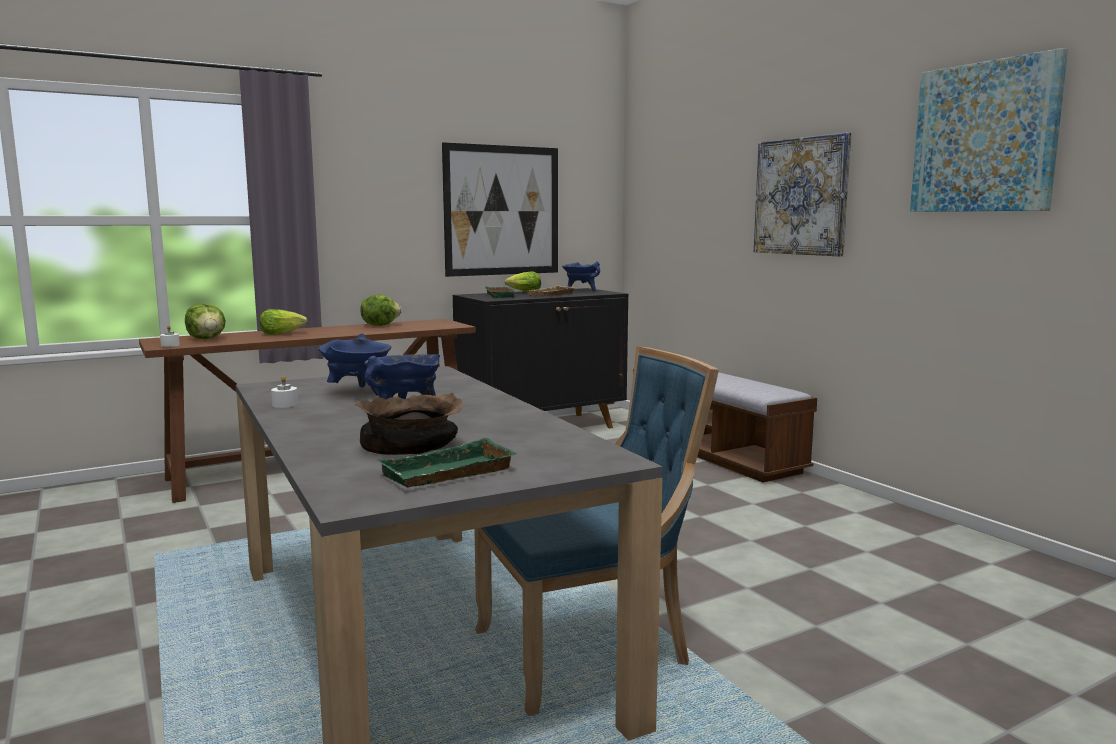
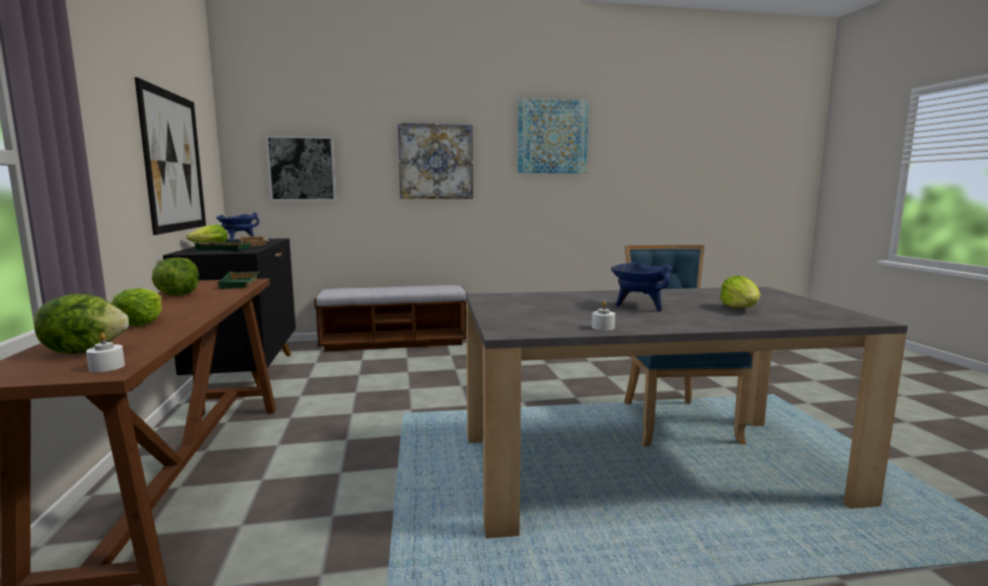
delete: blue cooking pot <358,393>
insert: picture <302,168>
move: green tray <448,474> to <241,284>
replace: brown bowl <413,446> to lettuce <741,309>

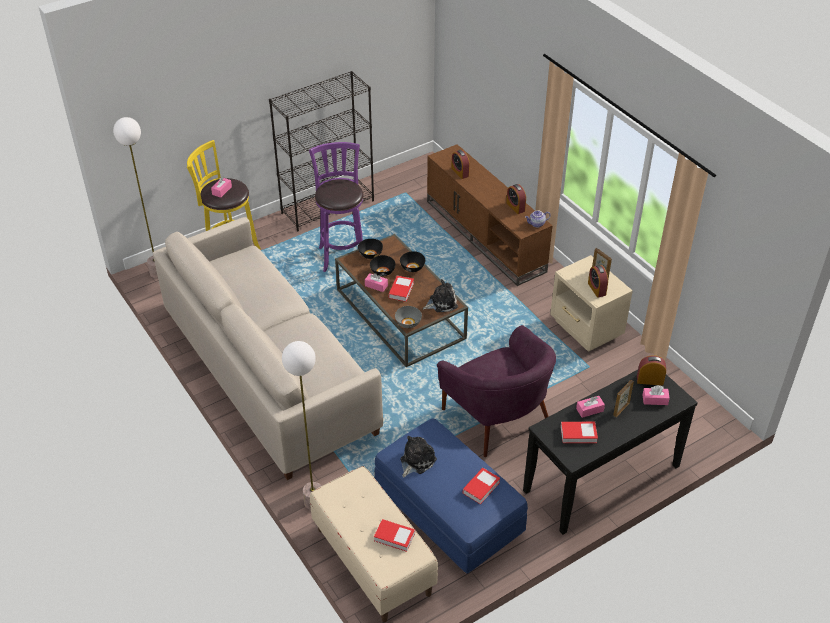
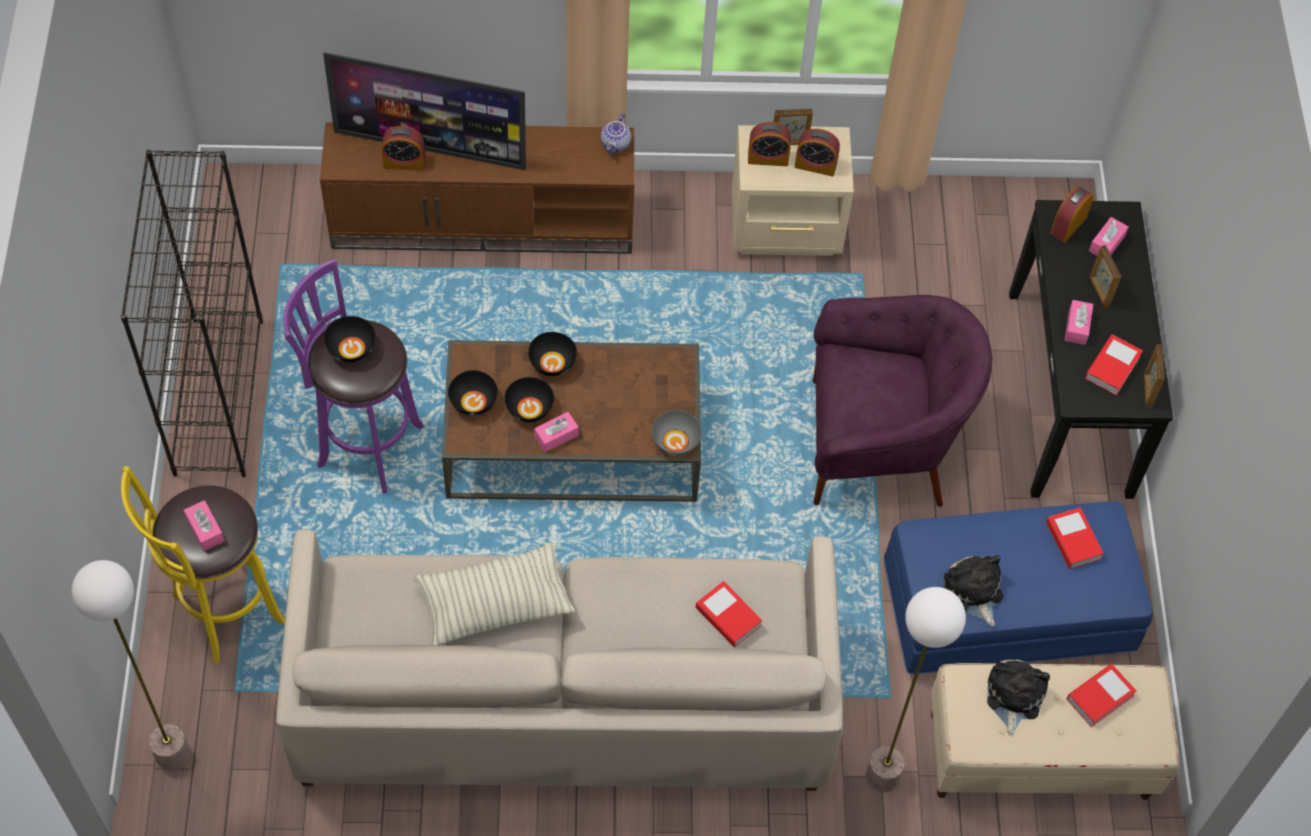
insert: television <431,148>; black bowl <351,349>; pillow <494,604>; picture frame <1147,390>
move: book <401,290> to <728,617>; alarm clock <515,207> to <768,158>; plush toy <441,303> to <1013,697>

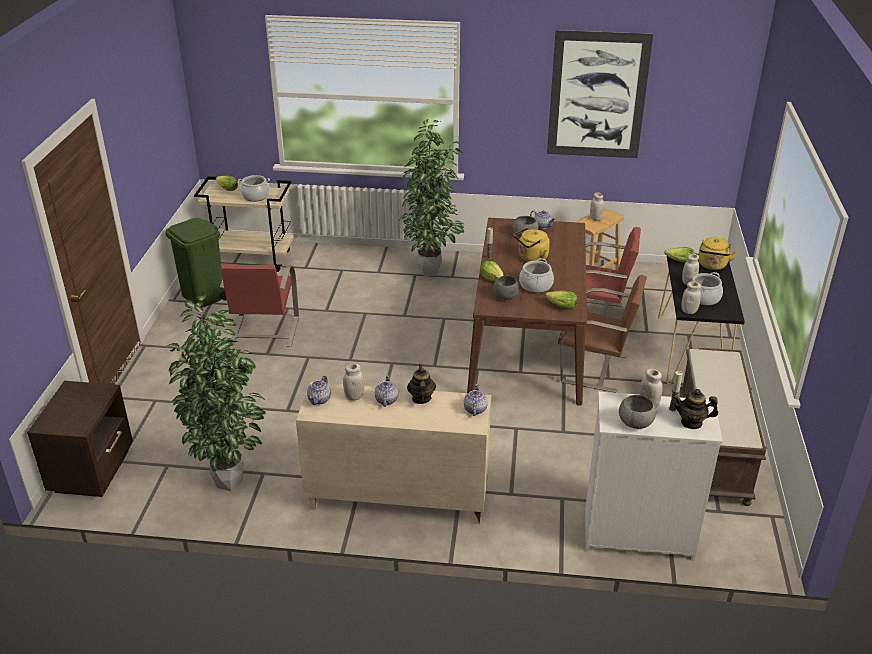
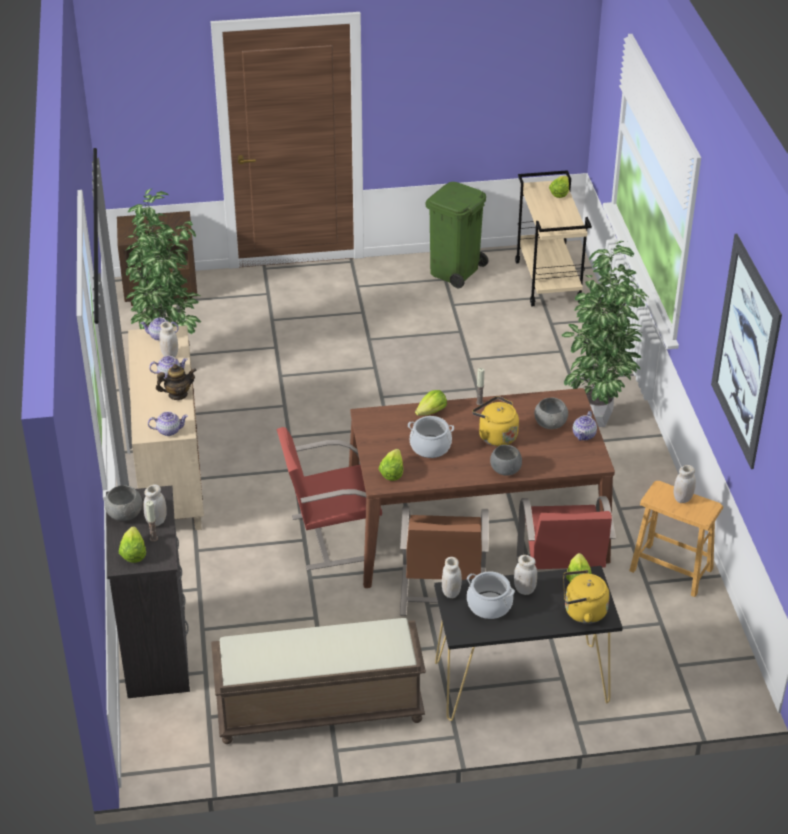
delete: cooking pot <255,196>
move: red chair <264,332> to <330,537>; grey bowl <505,297> to <505,470>
replace: teapot <691,422> to lettuce <133,553>
recolor: white dresser <637,534> to black dresser <157,651>

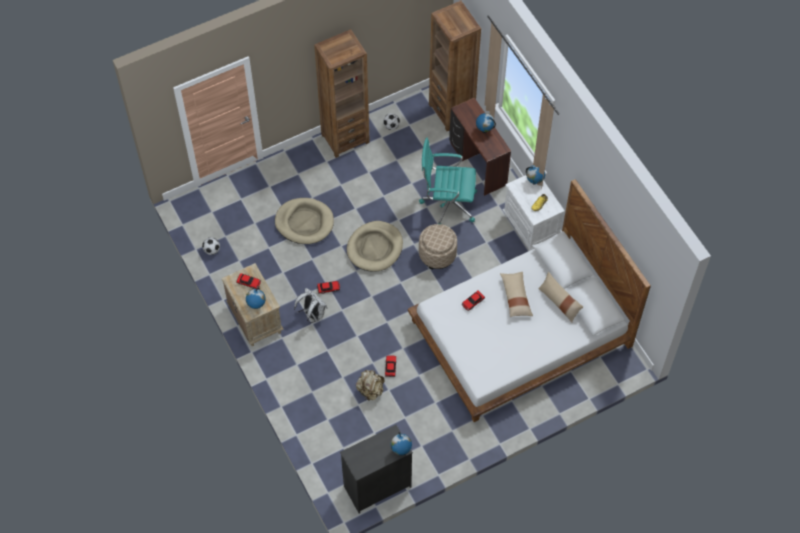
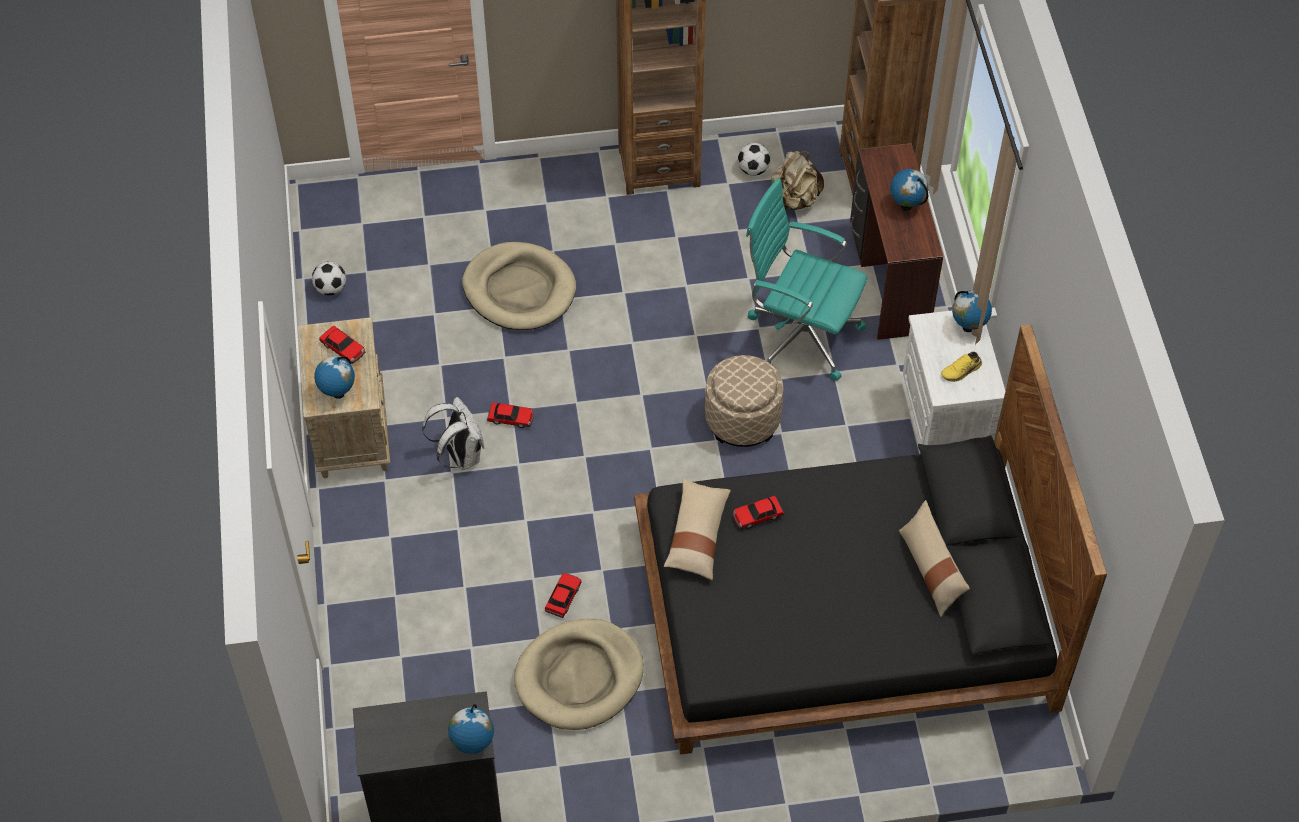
move: beige dog bed <375,248> to <579,677>; beige pillow <515,297> to <697,535>; beige backpack <370,390> to <795,199>
recolor: white bed <520,333> to black bed <842,613>

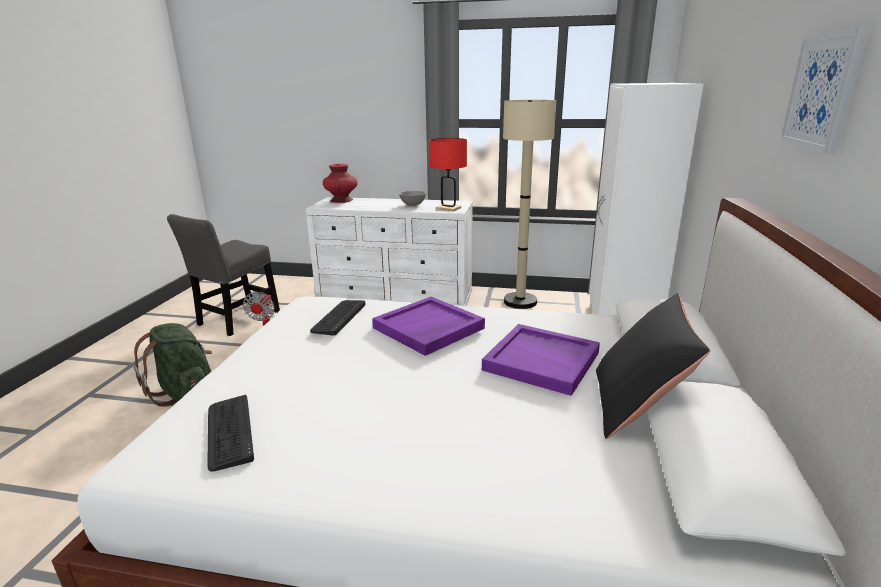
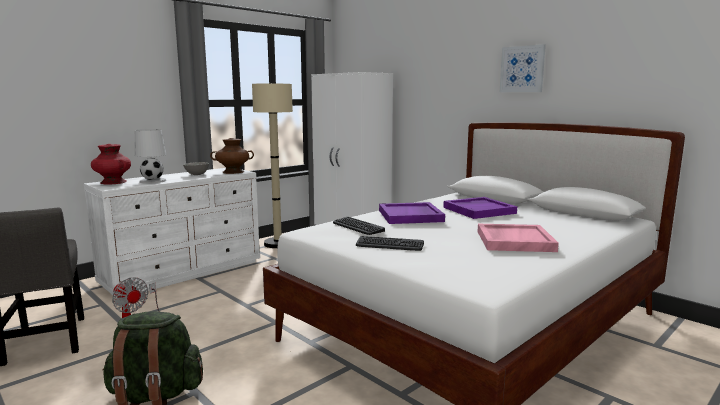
delete: black pillow <637,405>
insert: white table lamp <153,181>; pink tray <514,241>
move: keyboard <229,432> to <389,245>
replace: red table lamp <448,208> to brown vase <233,172>

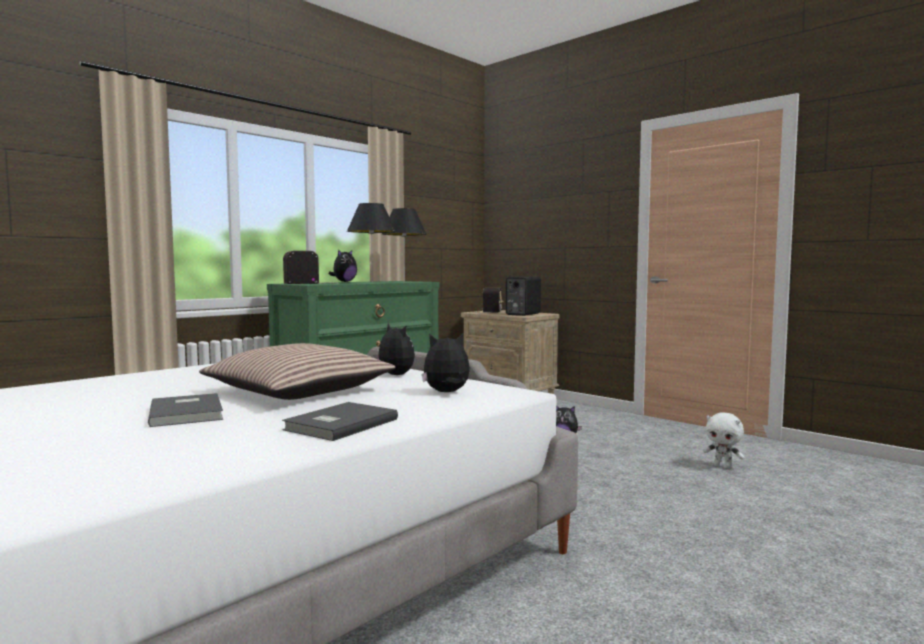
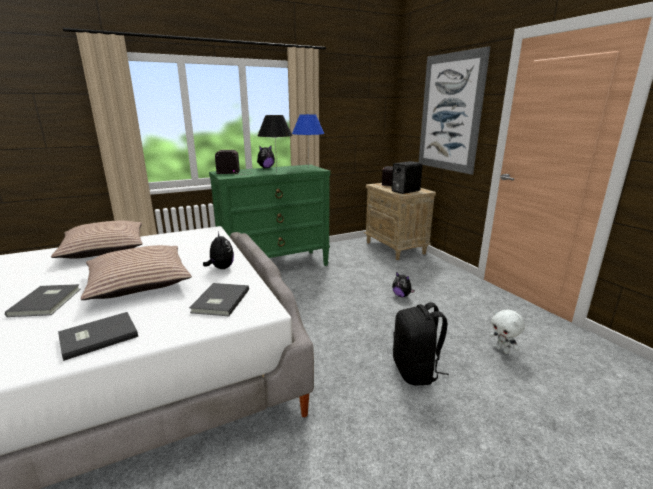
insert: pillow <104,249>; black backpack <416,371>; picture <450,113>
replace: plush toy <447,393> to grey book <219,301>
recolor: black table lamp <404,281> to blue table lamp <308,168>

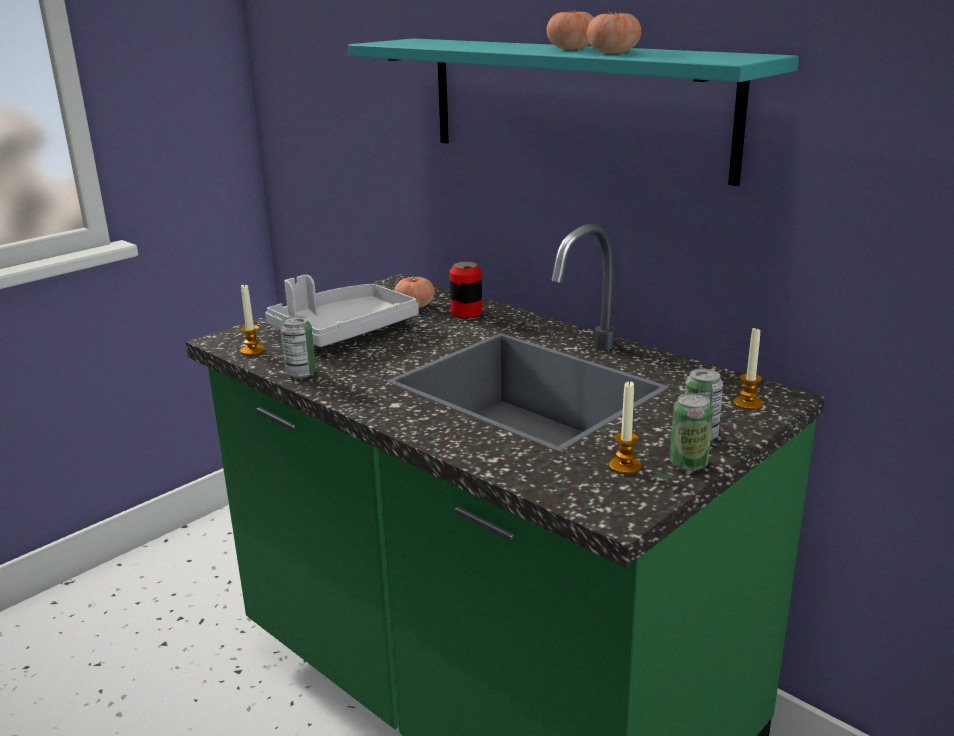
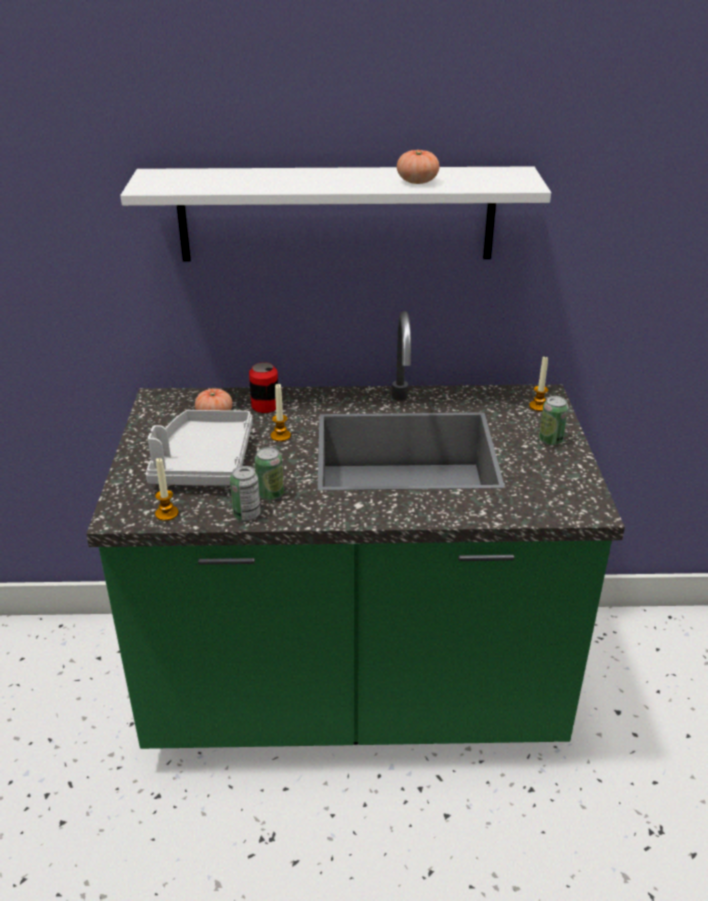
delete: tomato <571,48>
move: can <688,463> to <270,494>; candle <625,466> to <280,436>
recolor: turquoise shelf <573,104> to white shelf <336,214>

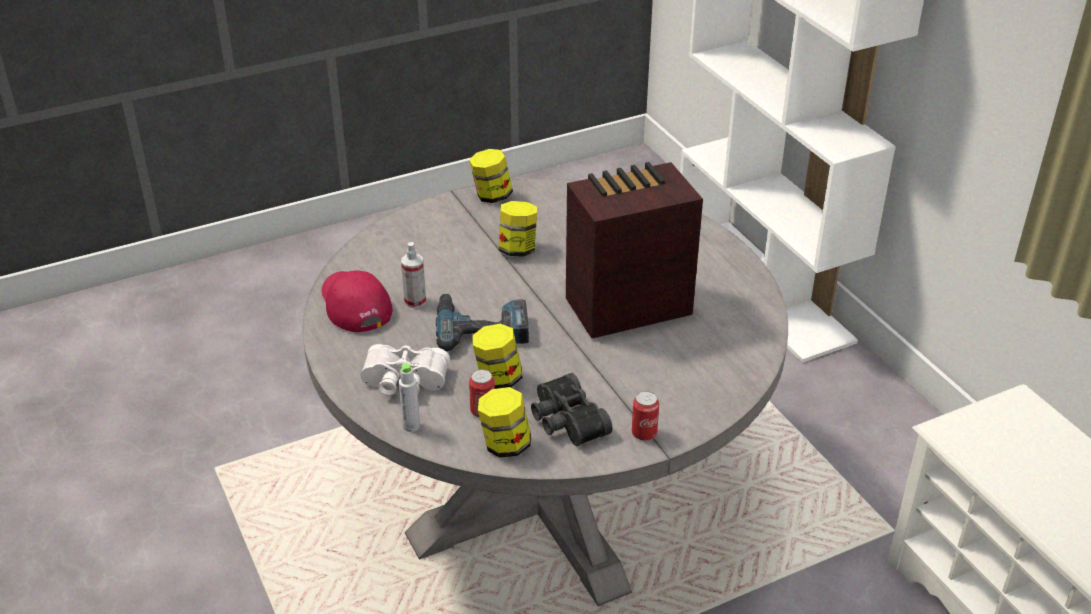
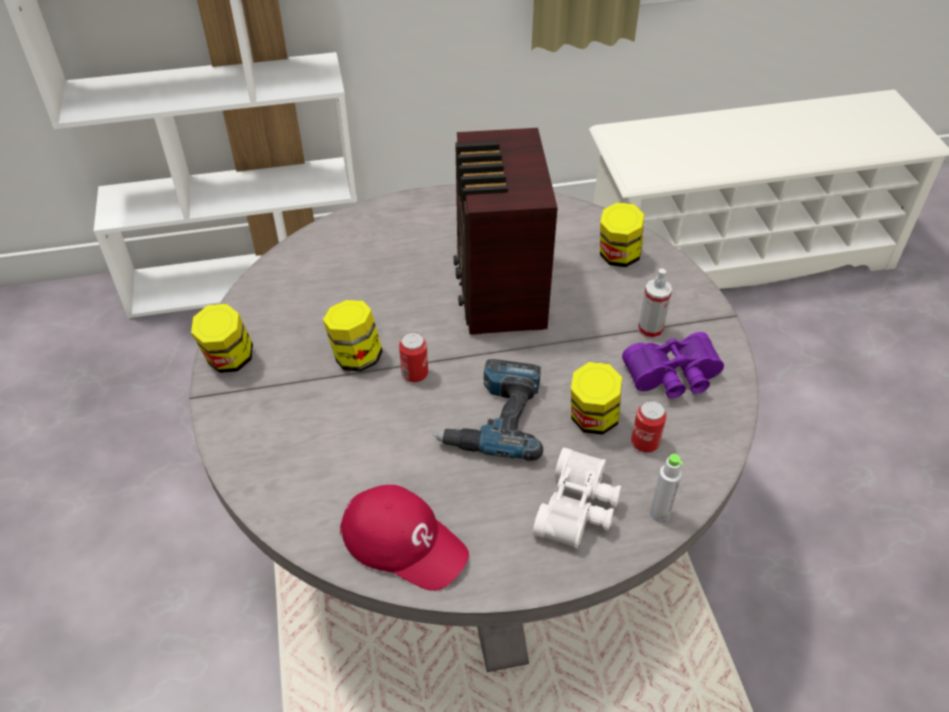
move: can <644,433> to <415,374>; jar <505,445> to <618,256>; spray bottle <415,301> to <650,330>
recolor: black binoculars <565,421> to purple binoculars <674,378>
rotate: red cap <354,304> = <404,541> 135 degrees counterclockwise

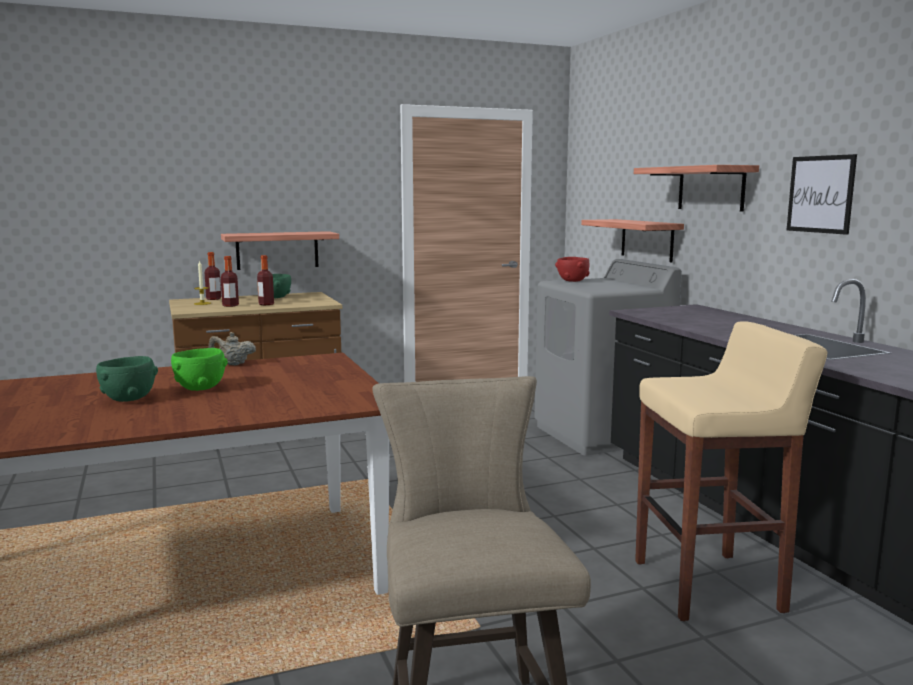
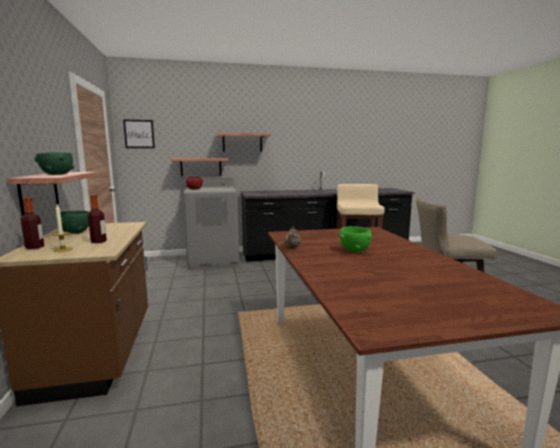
delete: bottle <266,304>
move: green bowl <129,399> to <57,174>; picture <820,194> to <139,134>

